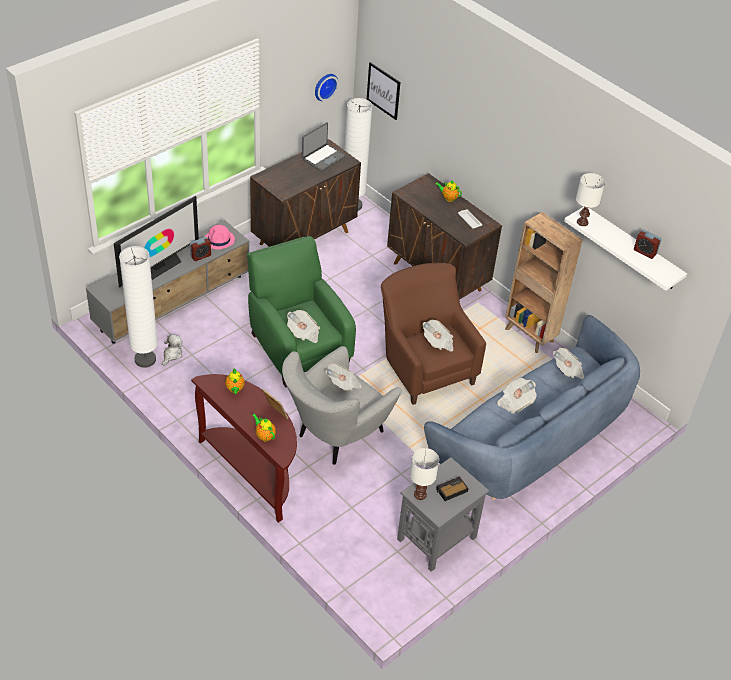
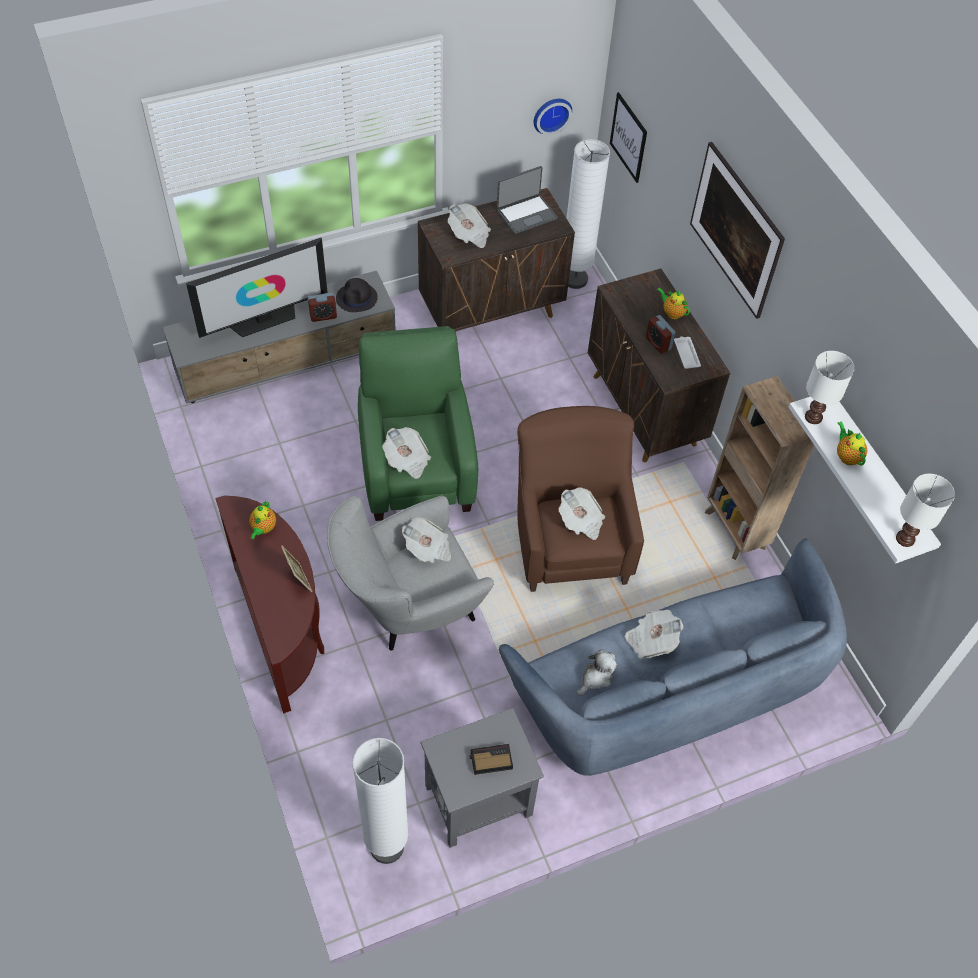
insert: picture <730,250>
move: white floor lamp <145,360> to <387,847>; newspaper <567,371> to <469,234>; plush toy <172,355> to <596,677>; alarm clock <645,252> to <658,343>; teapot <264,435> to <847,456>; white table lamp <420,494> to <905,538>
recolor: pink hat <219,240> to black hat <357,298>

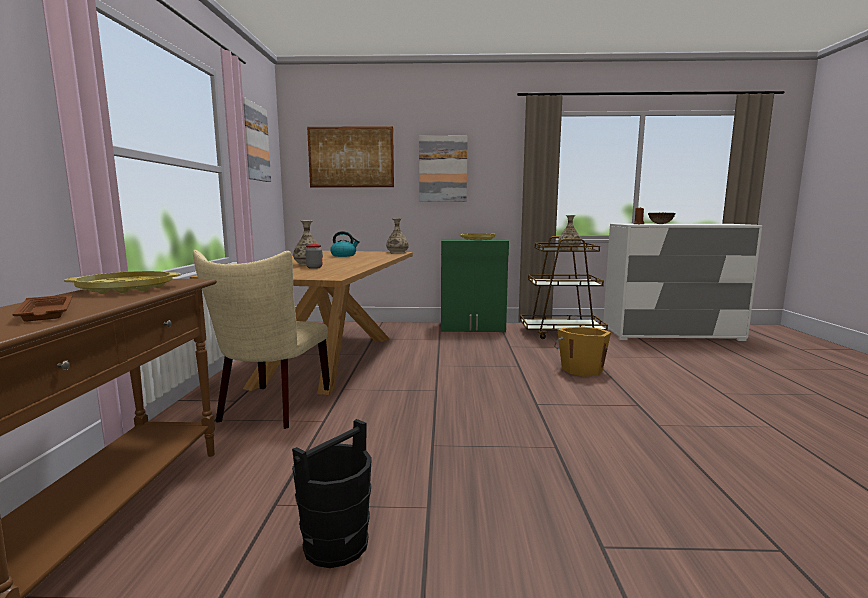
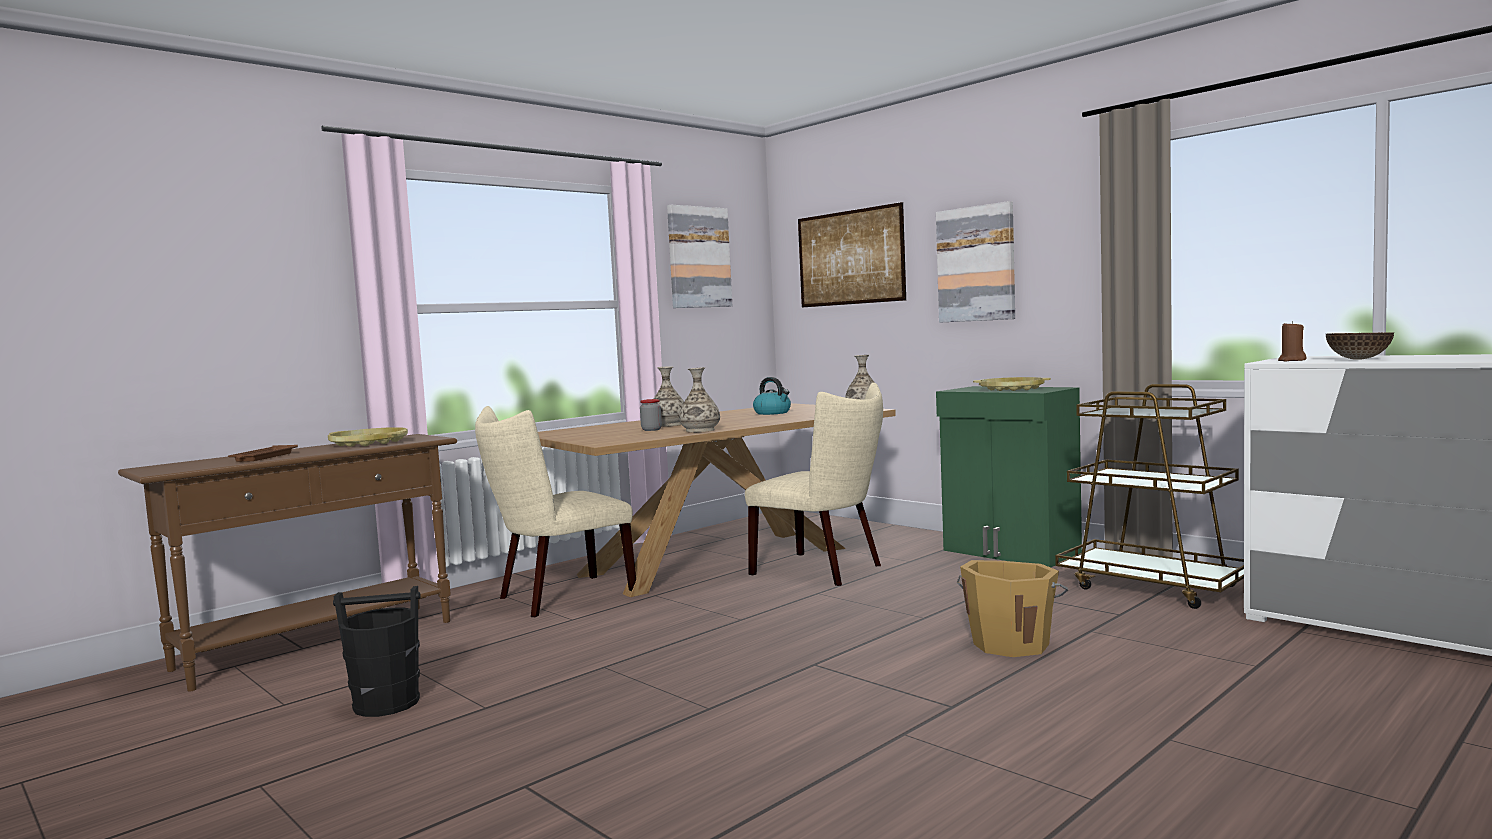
insert: beige chair <824,570>
move: vase <569,249> to <700,430>

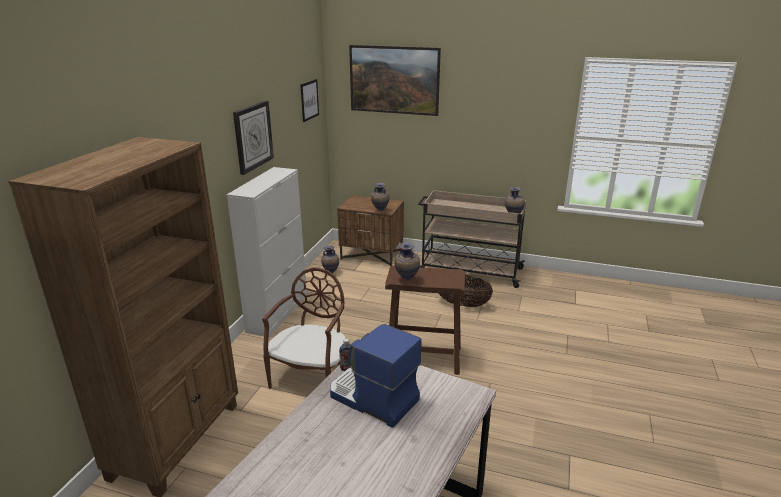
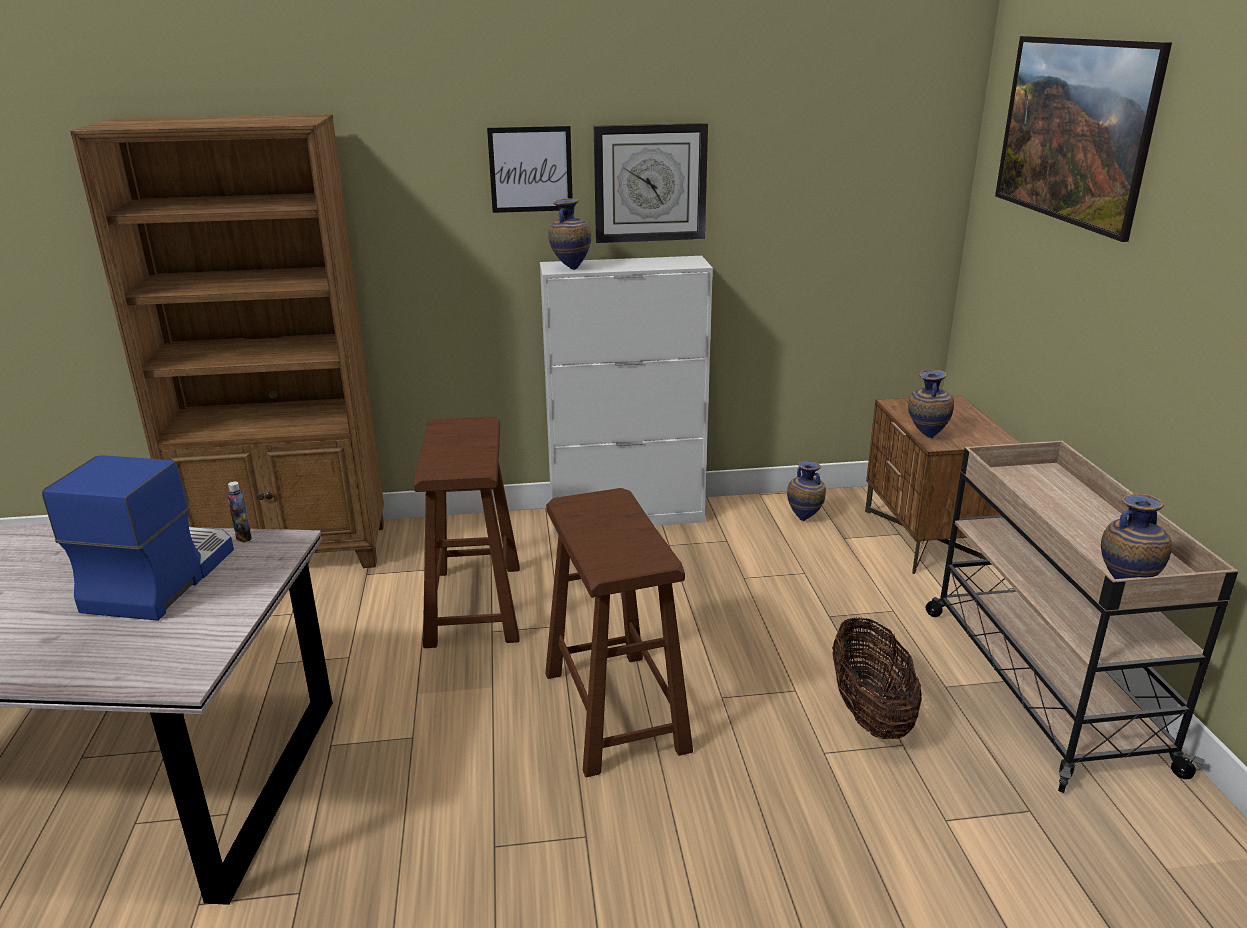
move: picture <309,100> to <530,169>; vase <406,280> to <570,268>
replace: brown chair <312,377> to brown stool <474,606>

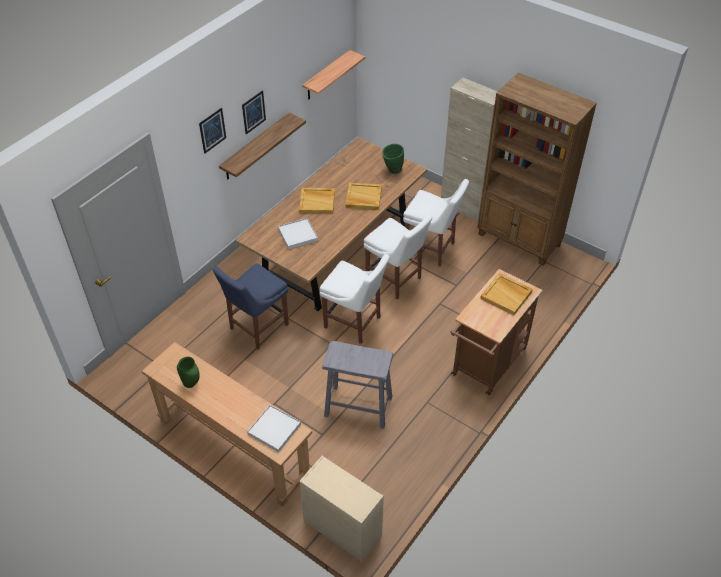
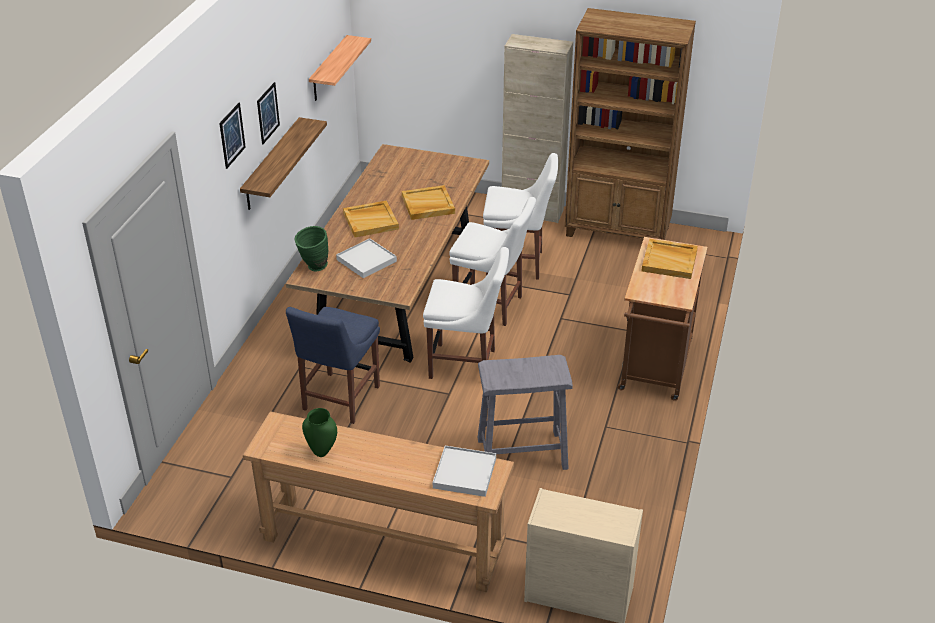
move: green vase <392,171> to <313,268>

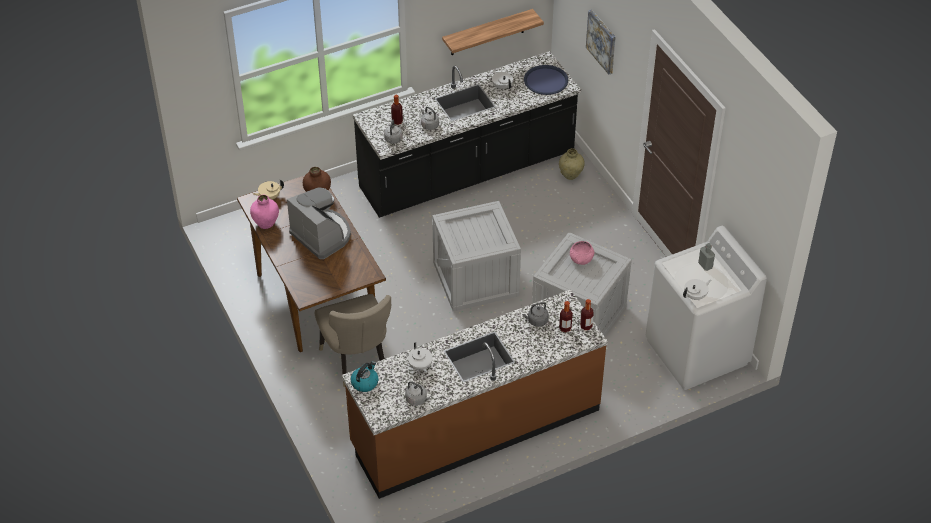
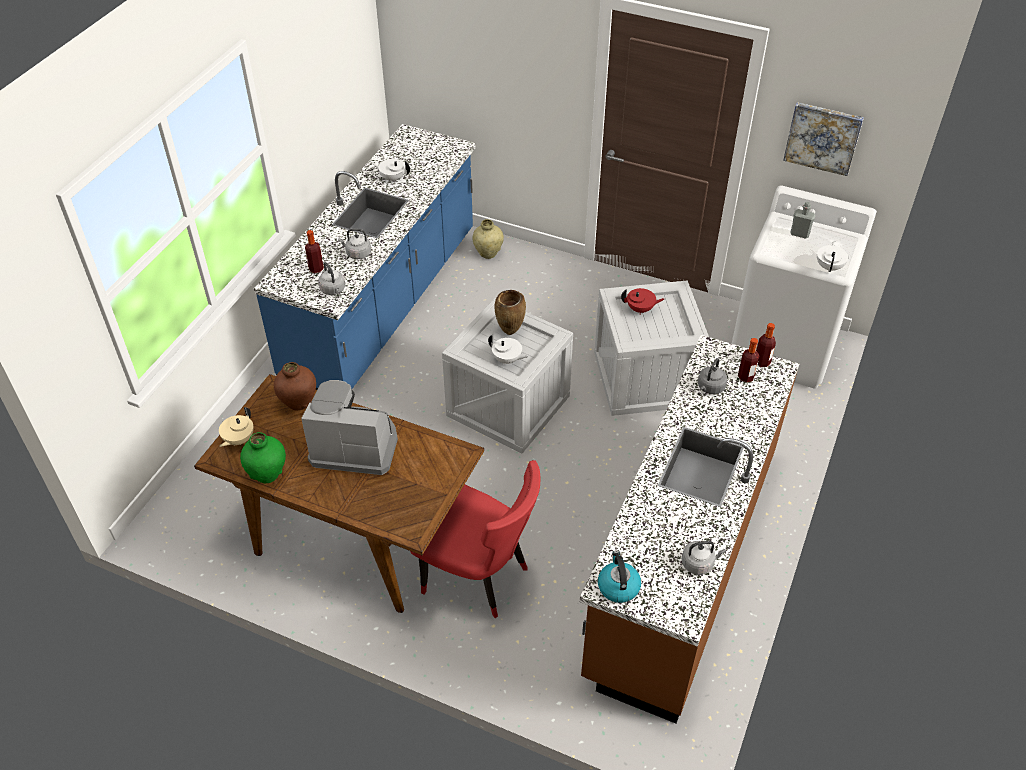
delete: shelf <487,33>; blue tray <546,81>
insert: brown vase <510,333>
move: white teapot <420,366> to <507,360>; picture <602,41> to <823,138>
replace: pink bowl <581,260> to red teapot <640,309>
recolor: pink vase <266,223> to green vase <267,474>; black counter <467,173> to blue counter <384,306>; beige chair <357,362> to red chair <480,578>

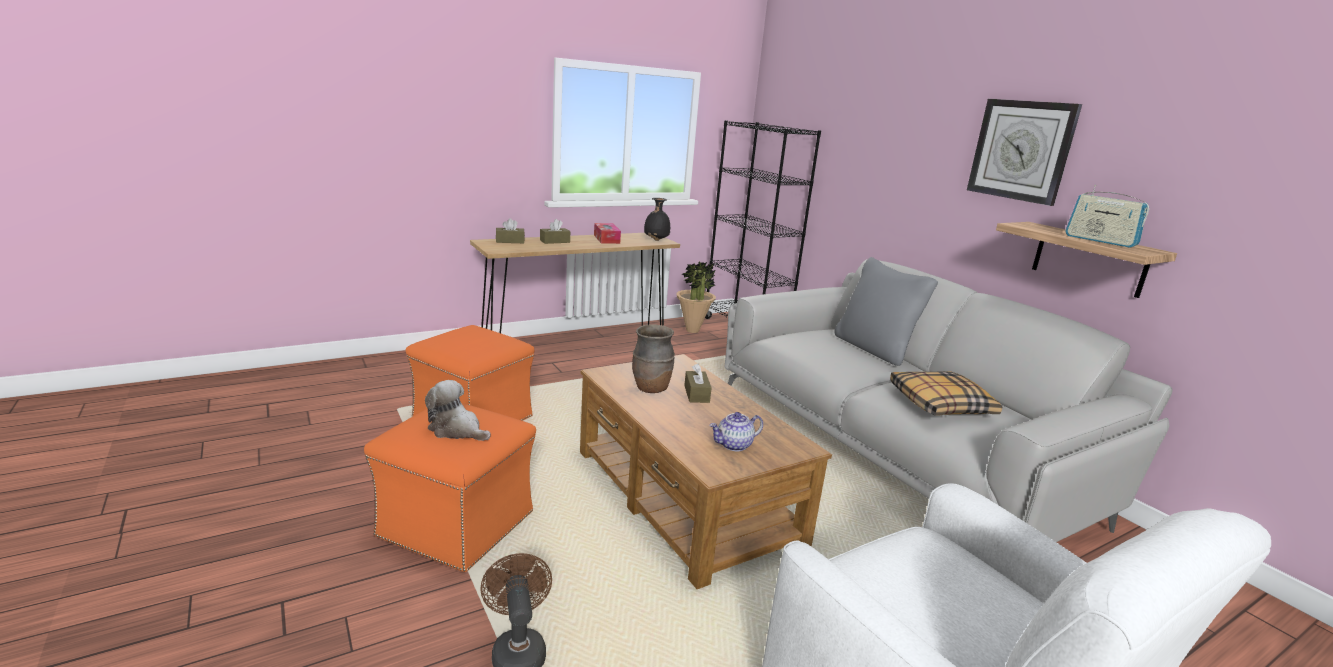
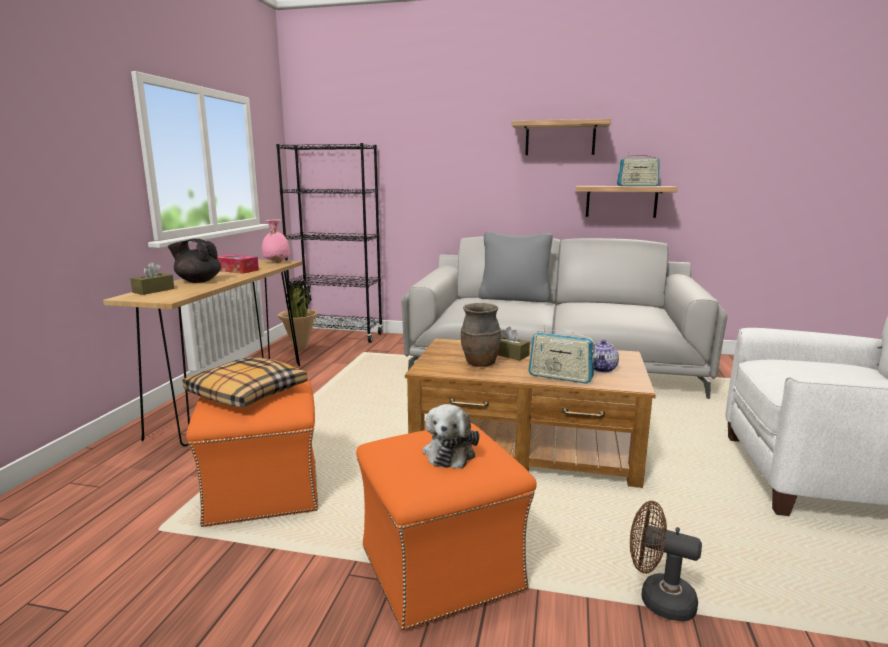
insert: radio <560,377>
move: pillow <939,404> to <246,394>
replace: brown tissue box <555,241> to black teapot <198,281>; wall clock <1021,150> to shelf <560,139>
recolor: black vase <656,240> to pink vase <276,262>
rotate: plush toy <457,430> = <450,452> 60 degrees counterclockwise

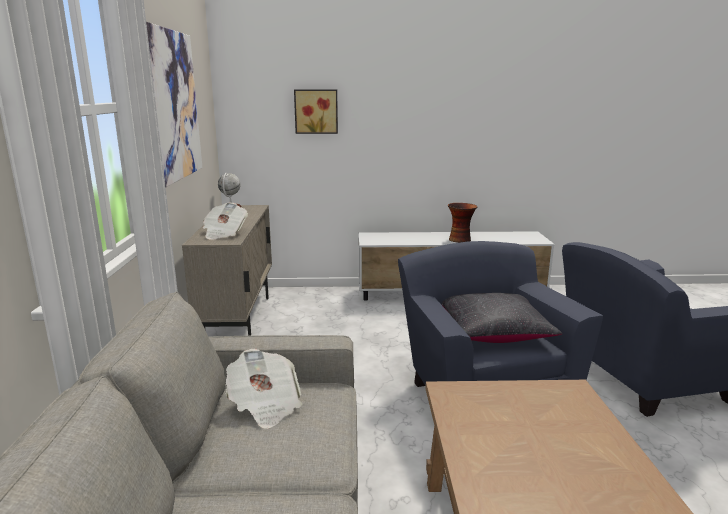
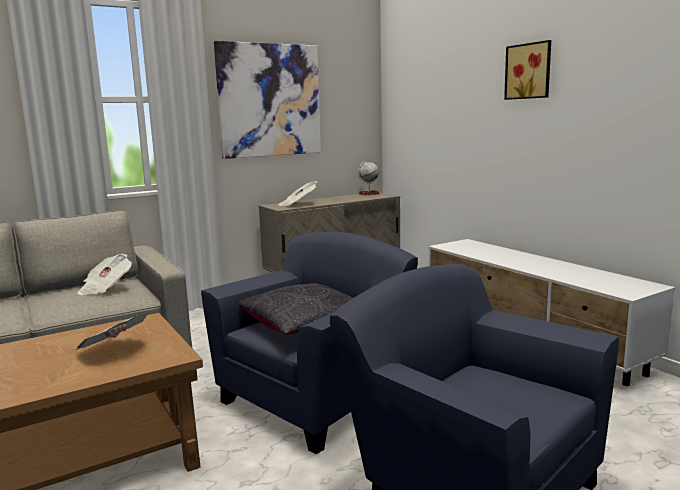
delete: vase <460,240>
insert: newspaper <114,350>
move: picture <316,111> to <529,71>

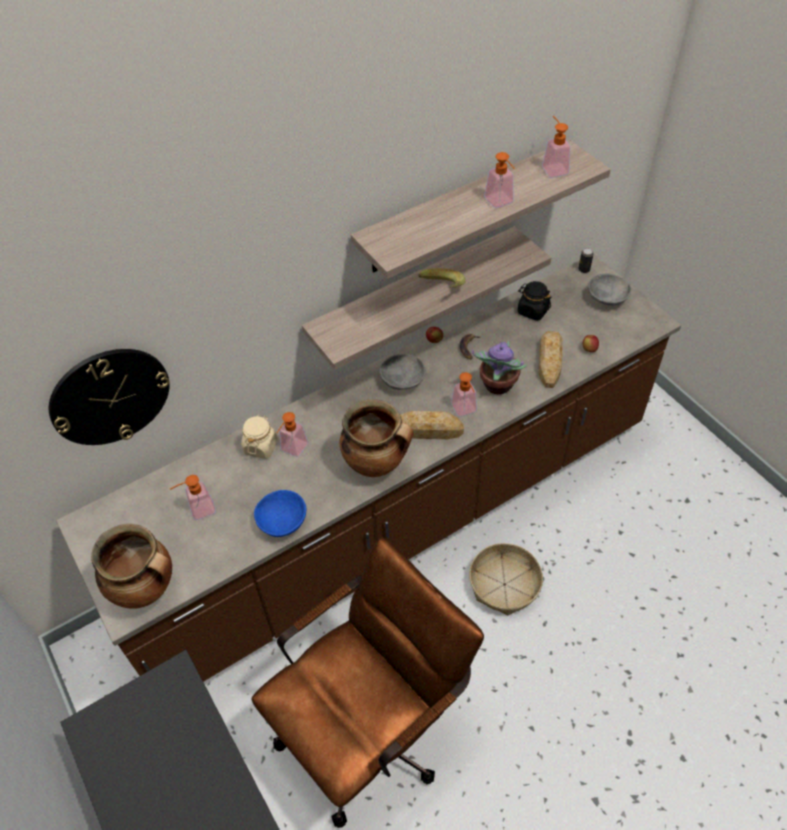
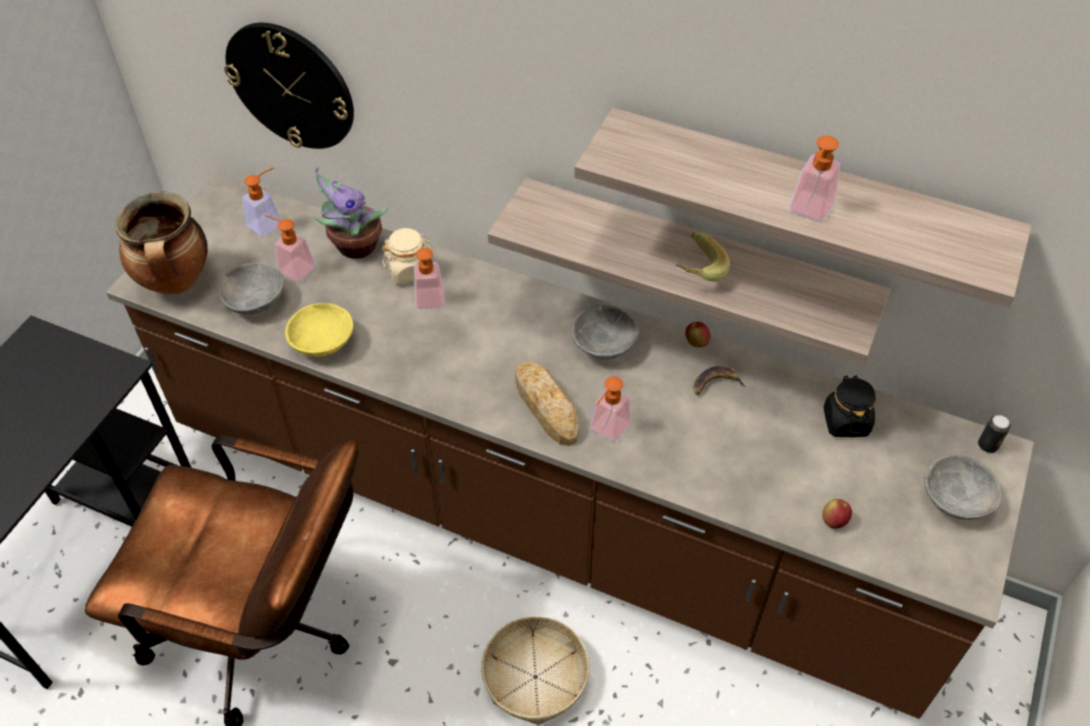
delete: cooking pot <377,464>; bread <549,361>
insert: grey bowl <256,300>
move: soap dispenser <553,168> to <269,222>; potted plant <497,386> to <354,246>
recolor: blue bowl <283,521> to yellow bowl <324,343>

